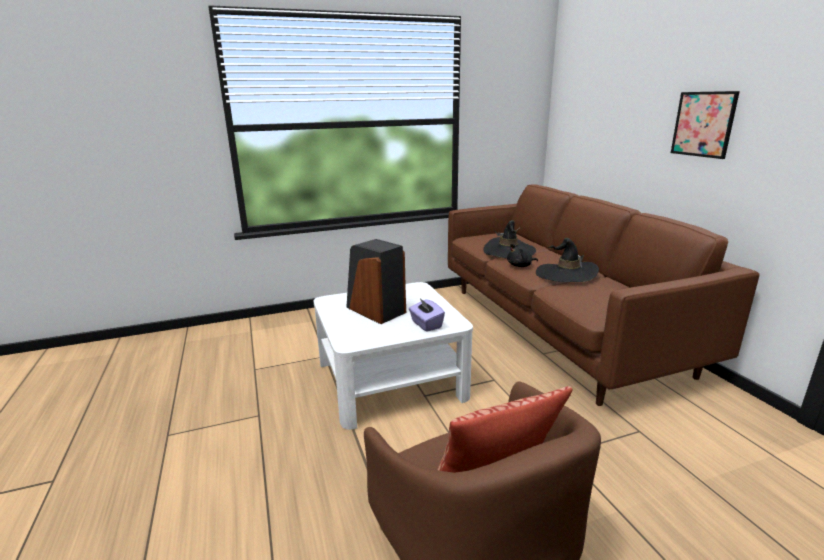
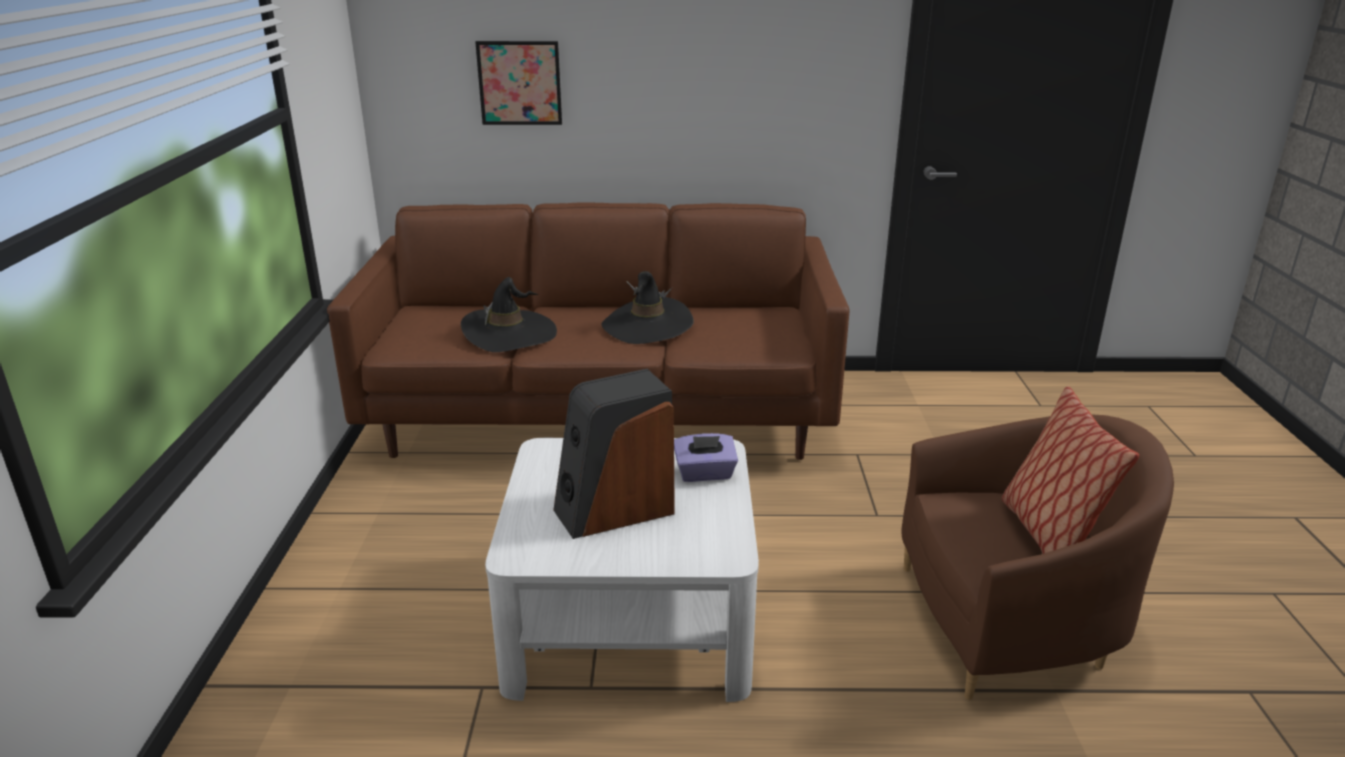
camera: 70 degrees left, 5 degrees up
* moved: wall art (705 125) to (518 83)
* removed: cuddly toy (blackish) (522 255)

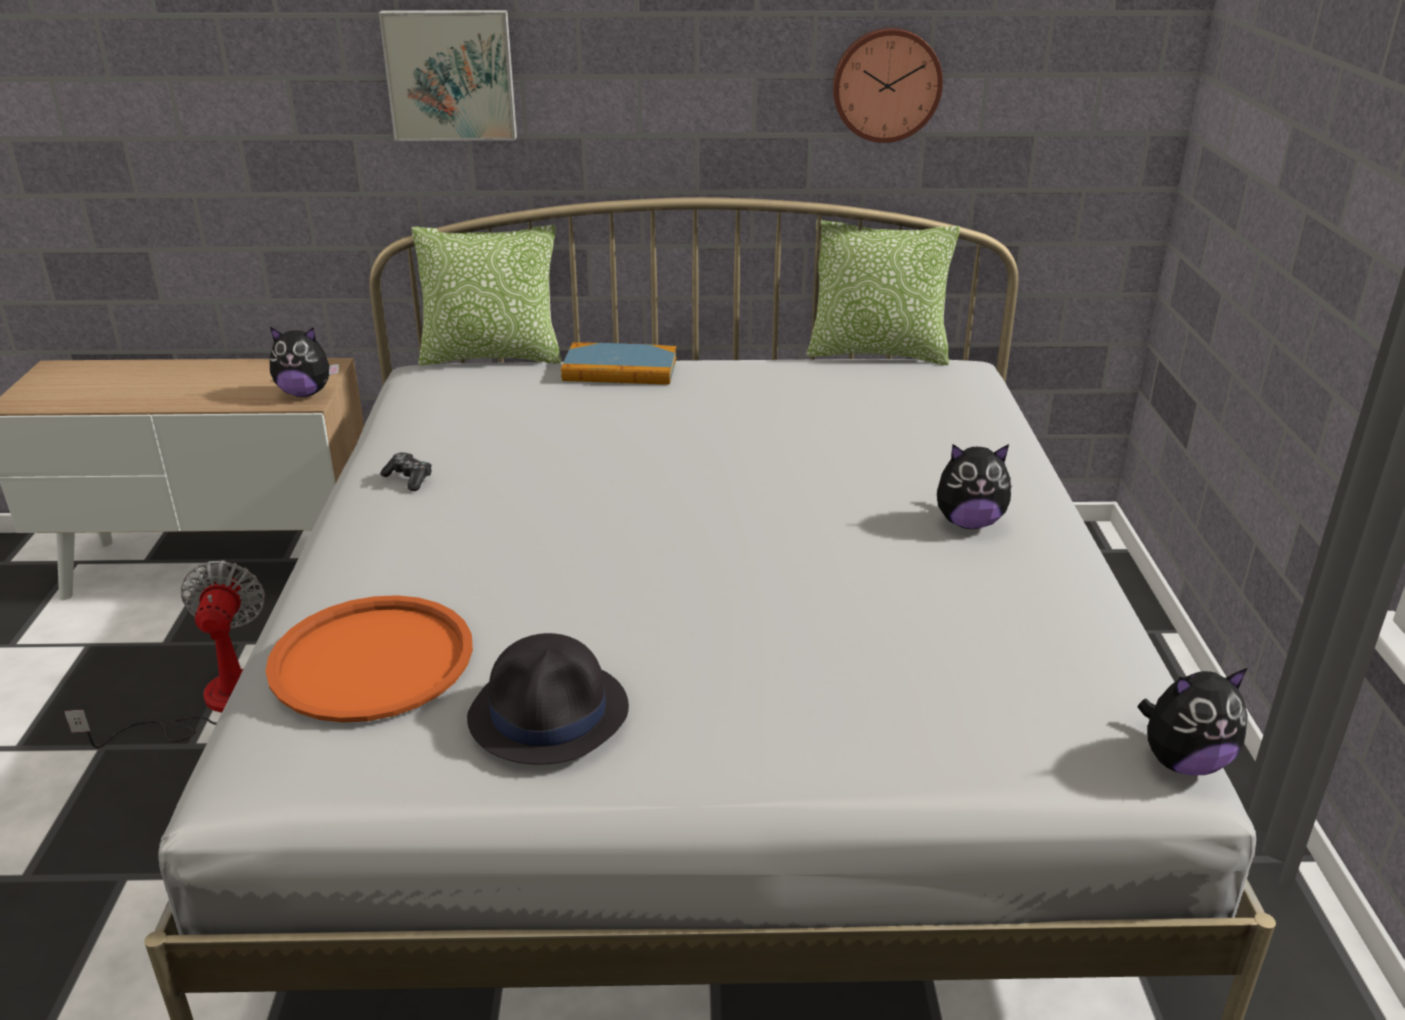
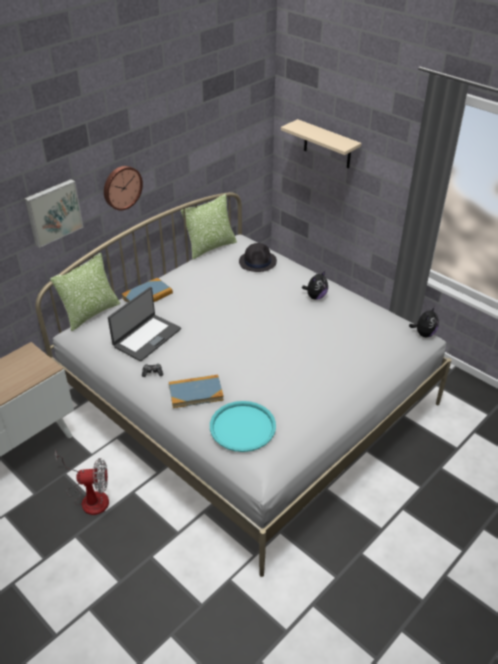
camera: 45 degrees left, 10 degrees up
* moved: clock on the wall (887 85) to (123 188)
* removed: cuddly toy (304 362)
* turned: electric fan (164 654) = (82 482) 135 degrees clockwise
* recoloured: tray (orangey) (369 659) to tray (blue-green) (243 426)
* moved: hat (blackish) (548 698) to (258 257)
* added: wall shelf (beige-coloured) (321 144)
* added: portable computer (144 324)
* added: bound book (196 391)

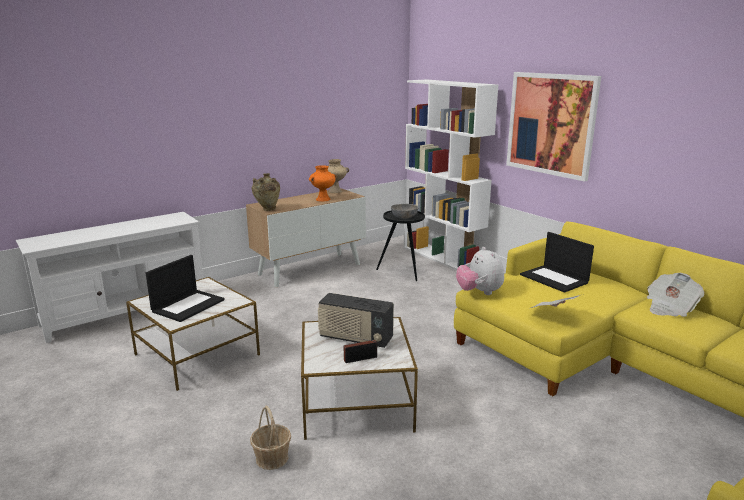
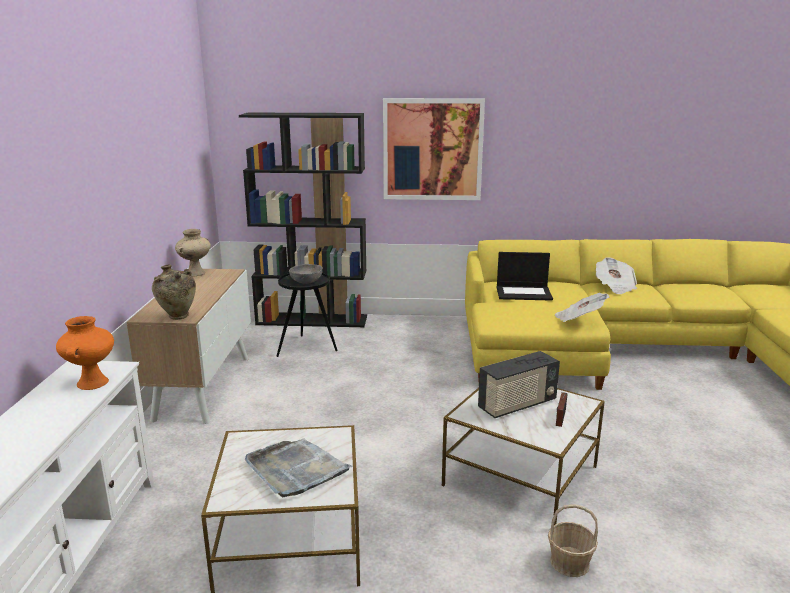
camera: 50 degrees left, 0 degrees up
* recoloured: bookshelf (white-coloured) (451 174) to bookshelf (blackish) (303 220)
* moved: decorative vase (orangey) (322 183) to (85 353)
* removed: cuddly toy (480 271)
* replaced: portable computer (185 288) to tray (grey) (299 467)

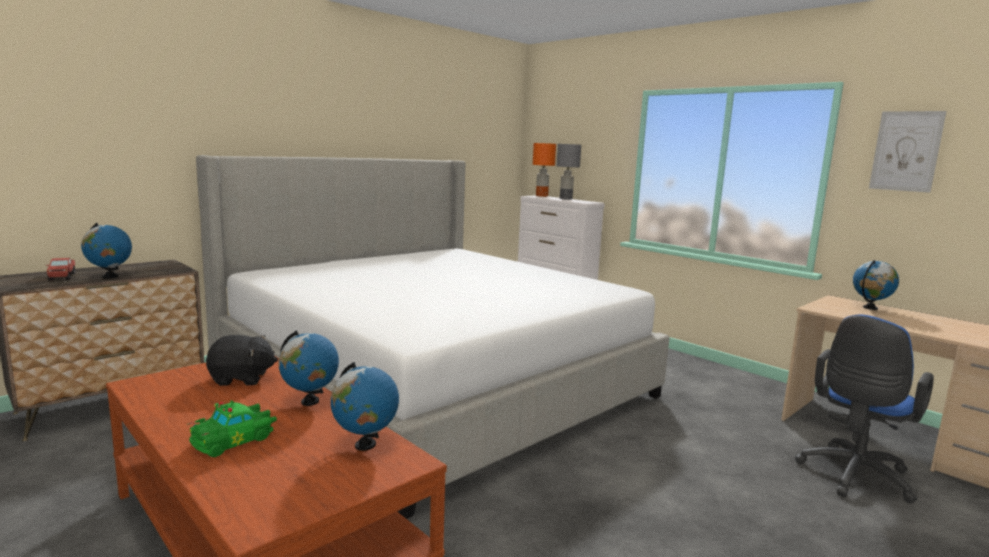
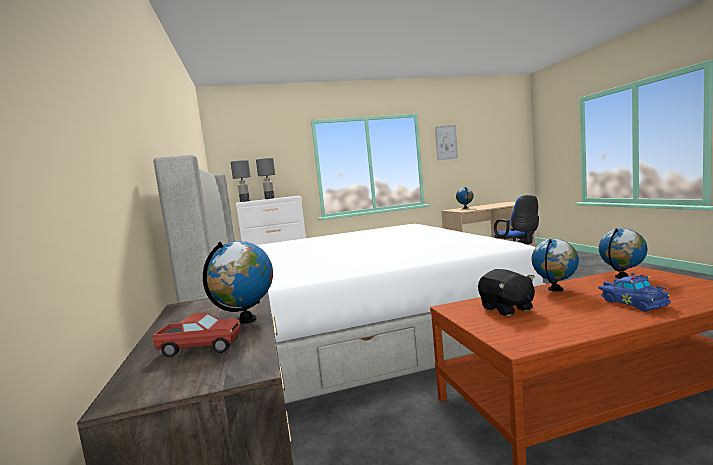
camera: 60 degrees left, 5 degrees down
* recoloured: lamp for a table (orangey) (544 170) to lamp for a table (grey) (241 181)
* turned: cuddly toy (blackish) (242 360) = (506 292) 135 degrees clockwise
* recoloured: toy car (green) (232 428) to toy car (bluish) (634 292)

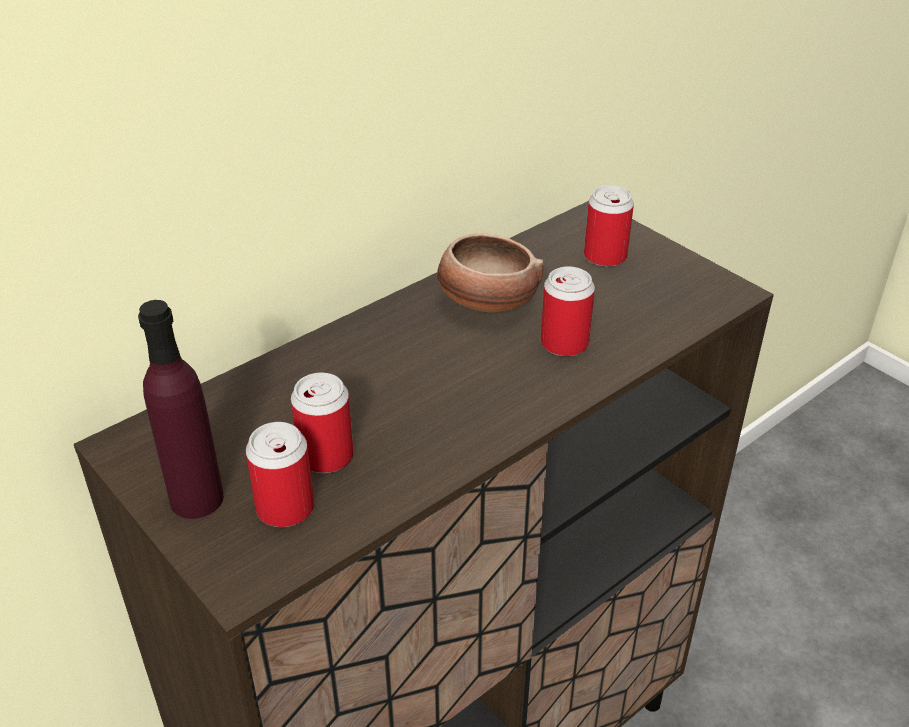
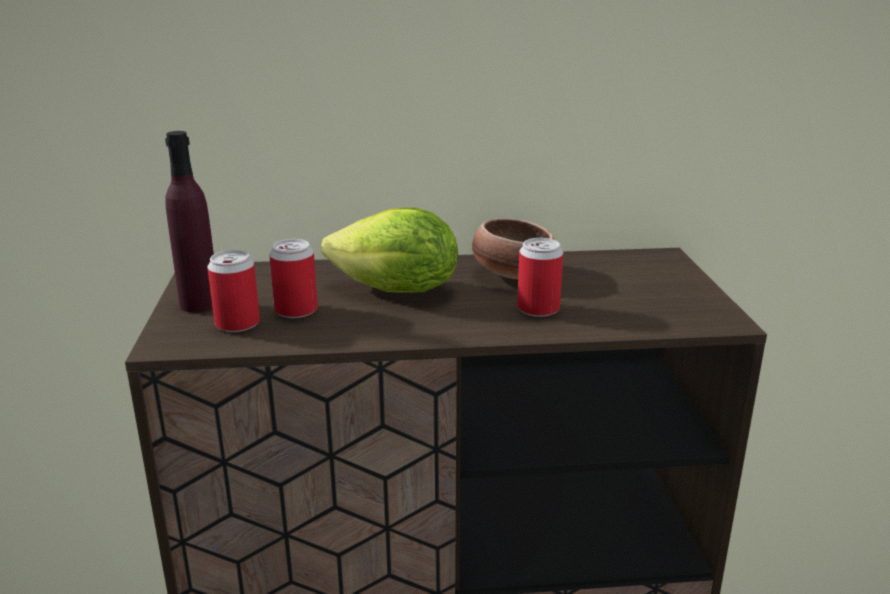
camera: 35 degrees right, 15 degrees down
* removed: sealed can (609 226)
* added: head of lettuce (389 250)

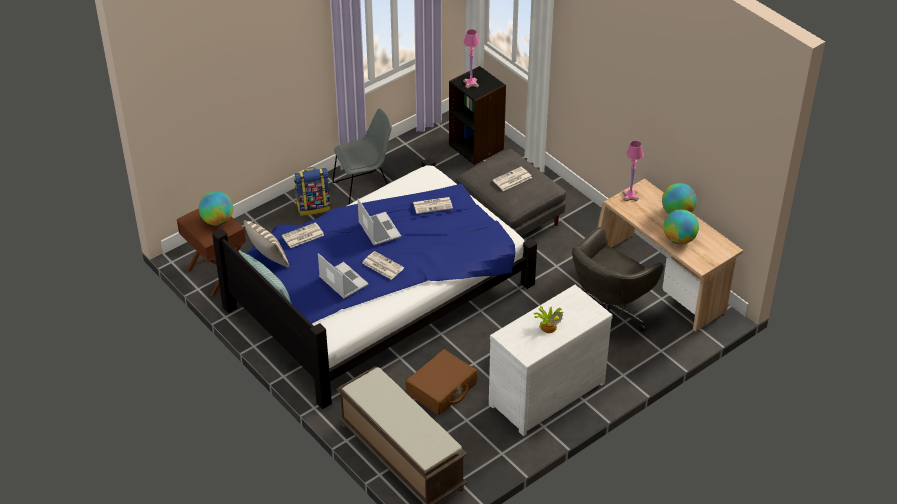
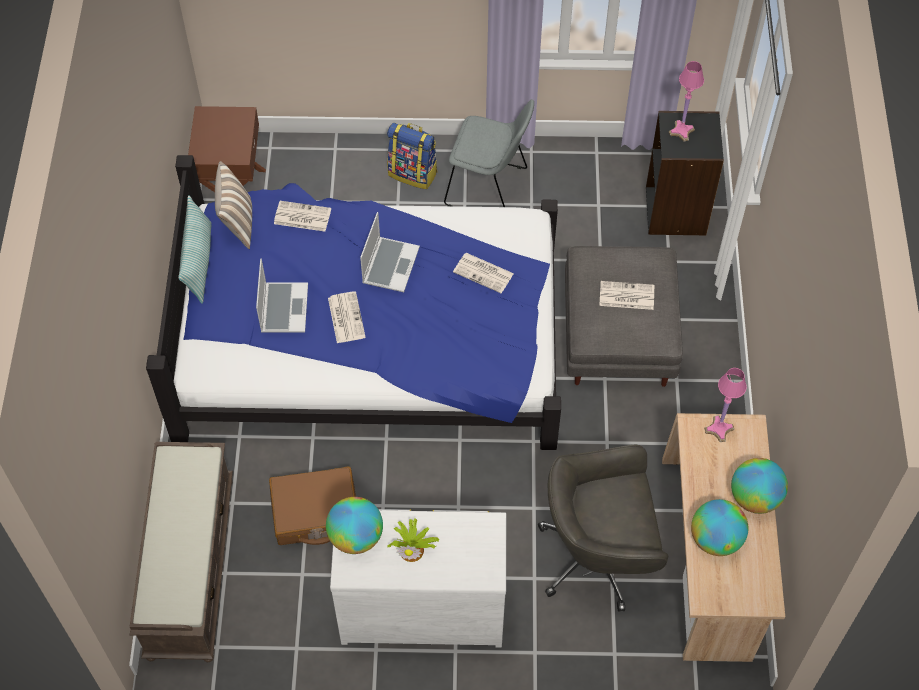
camera: 40 degrees right, 15 degrees up
* moved: world globe (216 208) to (354 525)

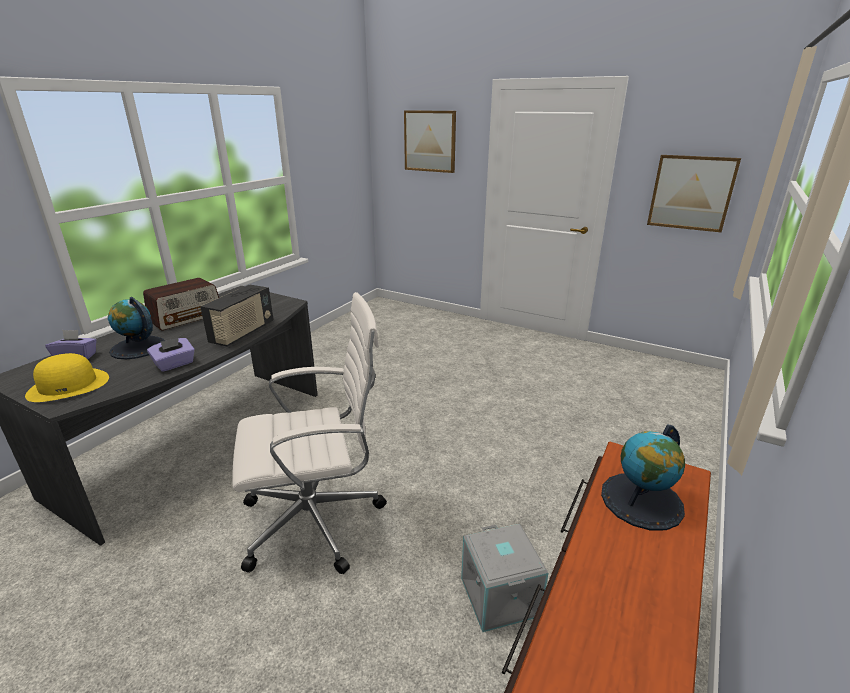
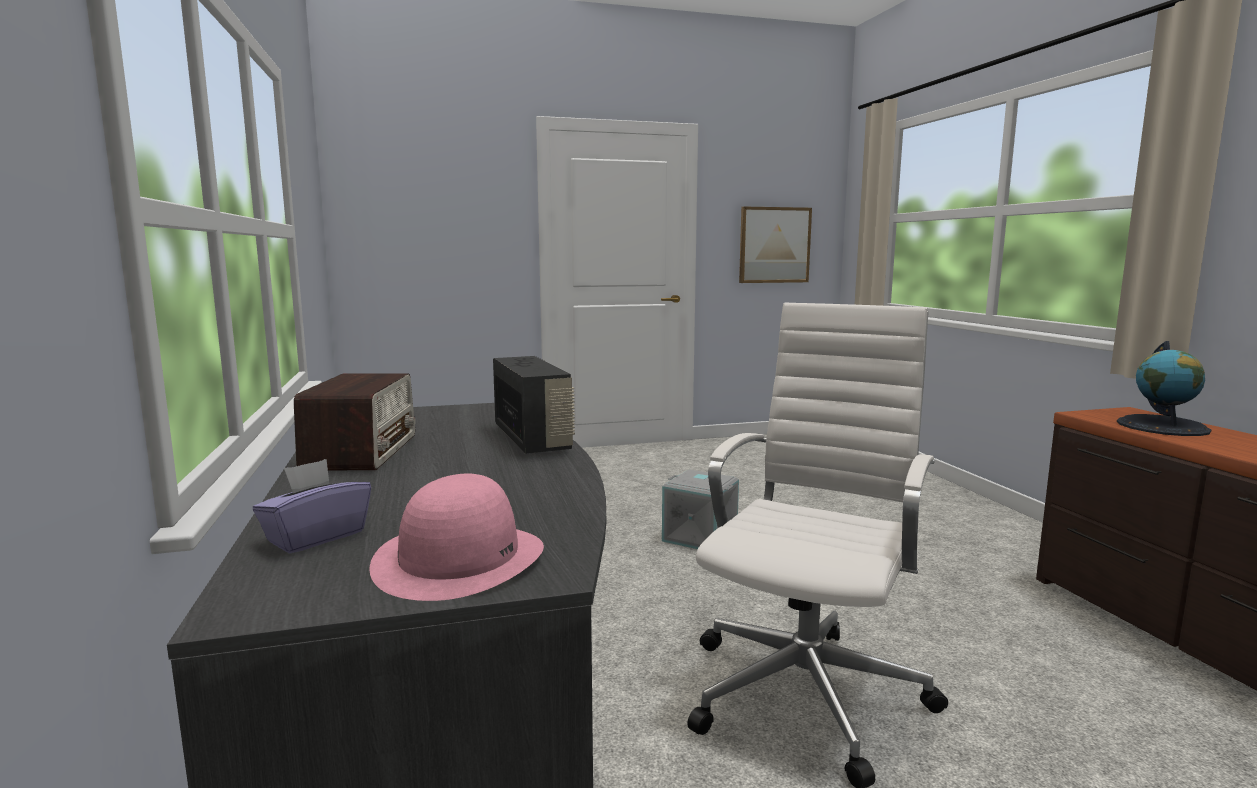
camera: 45 degrees left, 15 degrees down
* removed: wall art (430 141)
* removed: world globe (136 328)
* removed: box of tissues (purple) (171 355)
* recoloured: hat (yellow) (67 377) to hat (pinkish) (456 537)
* moved: storage container (grey) (504 578) to (700 509)

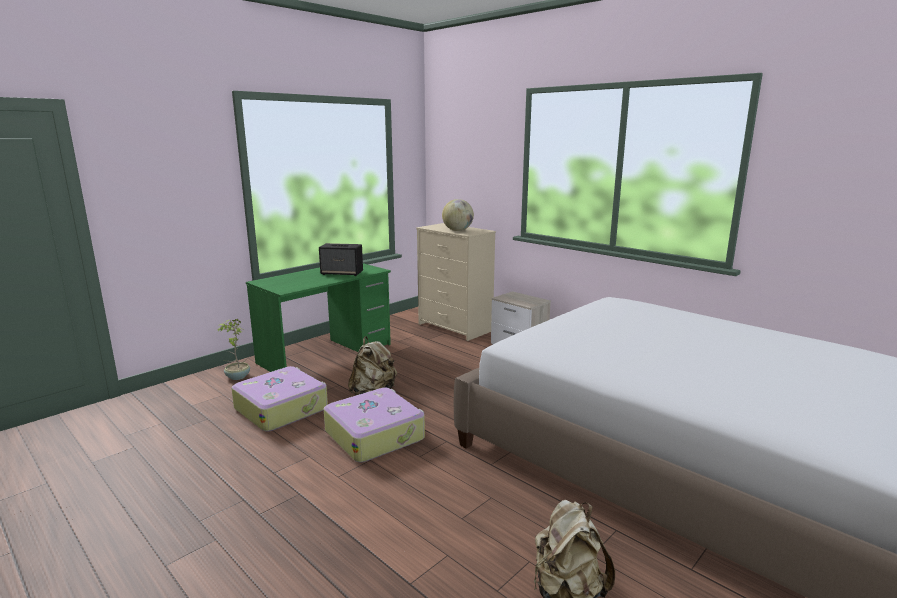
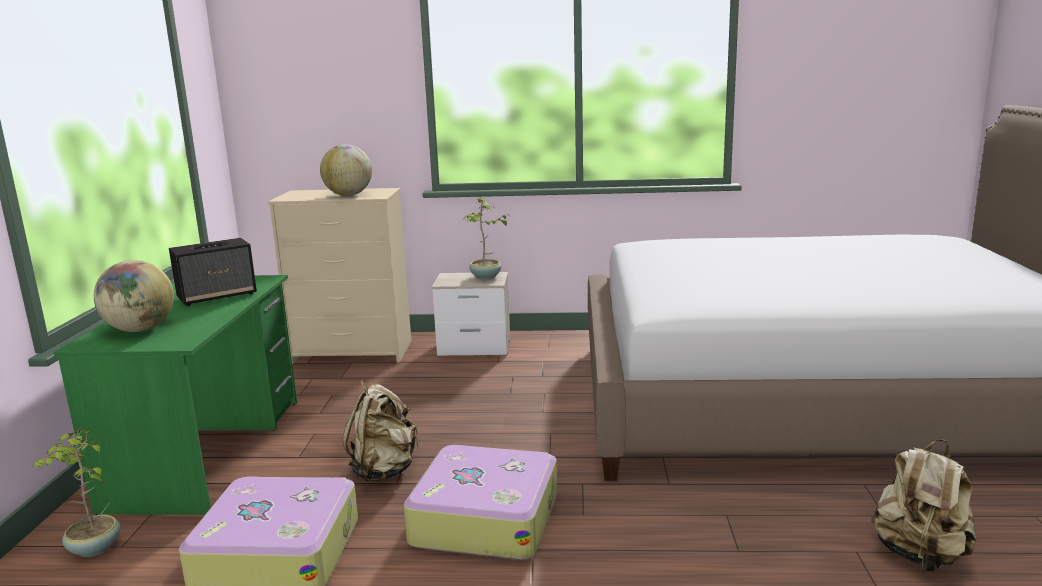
camera: 40 degrees left, 0 degrees up
* added: potted plant (486 238)
* added: world globe (134 296)

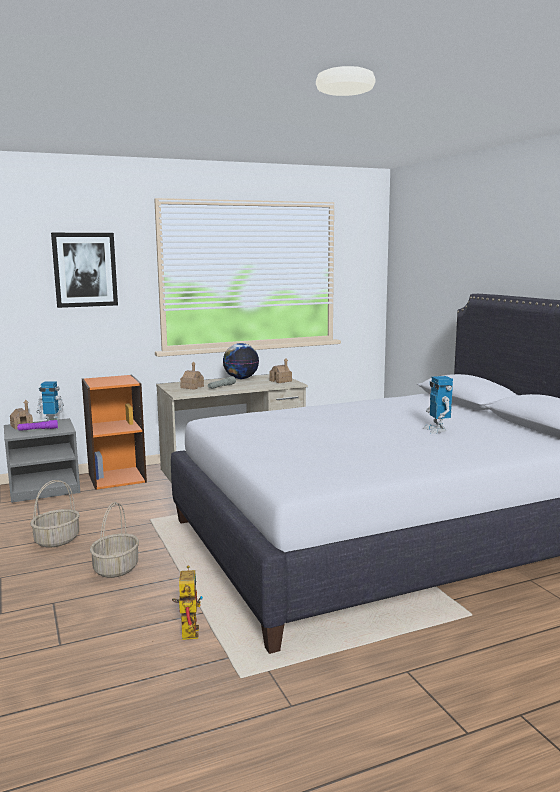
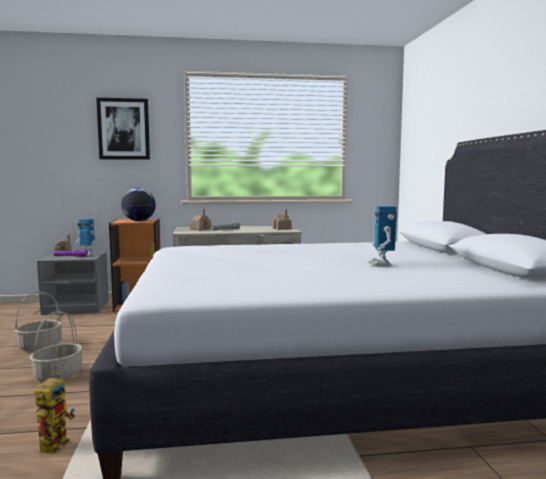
camera: 15 degrees right, 5 degrees down
* moved: world globe (241 361) to (138 204)

